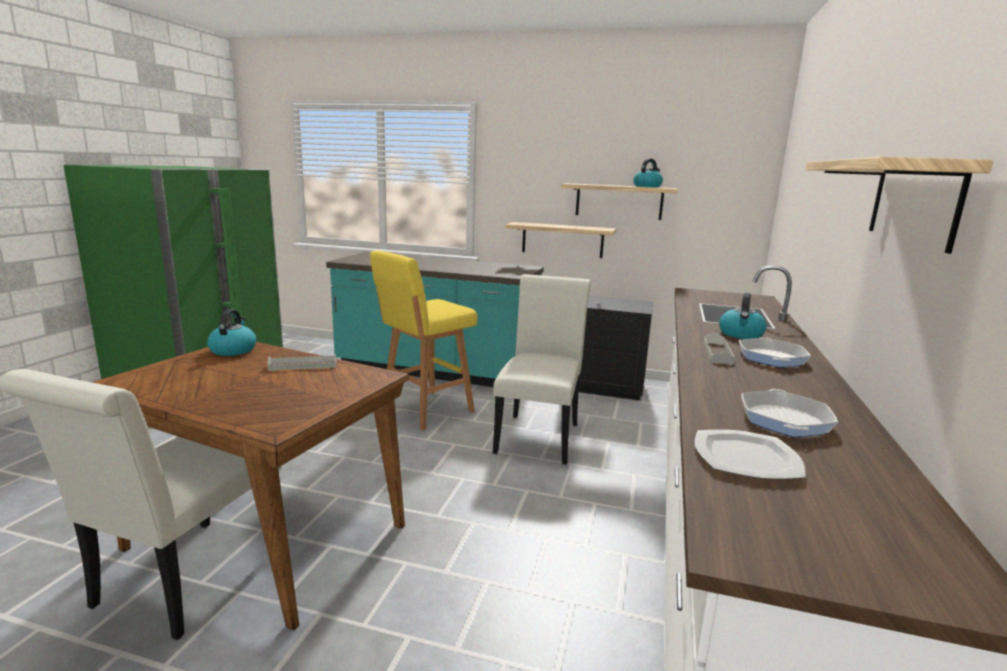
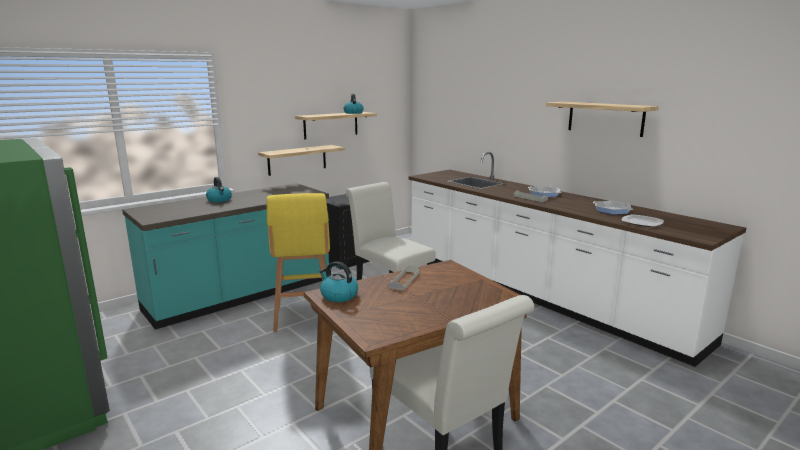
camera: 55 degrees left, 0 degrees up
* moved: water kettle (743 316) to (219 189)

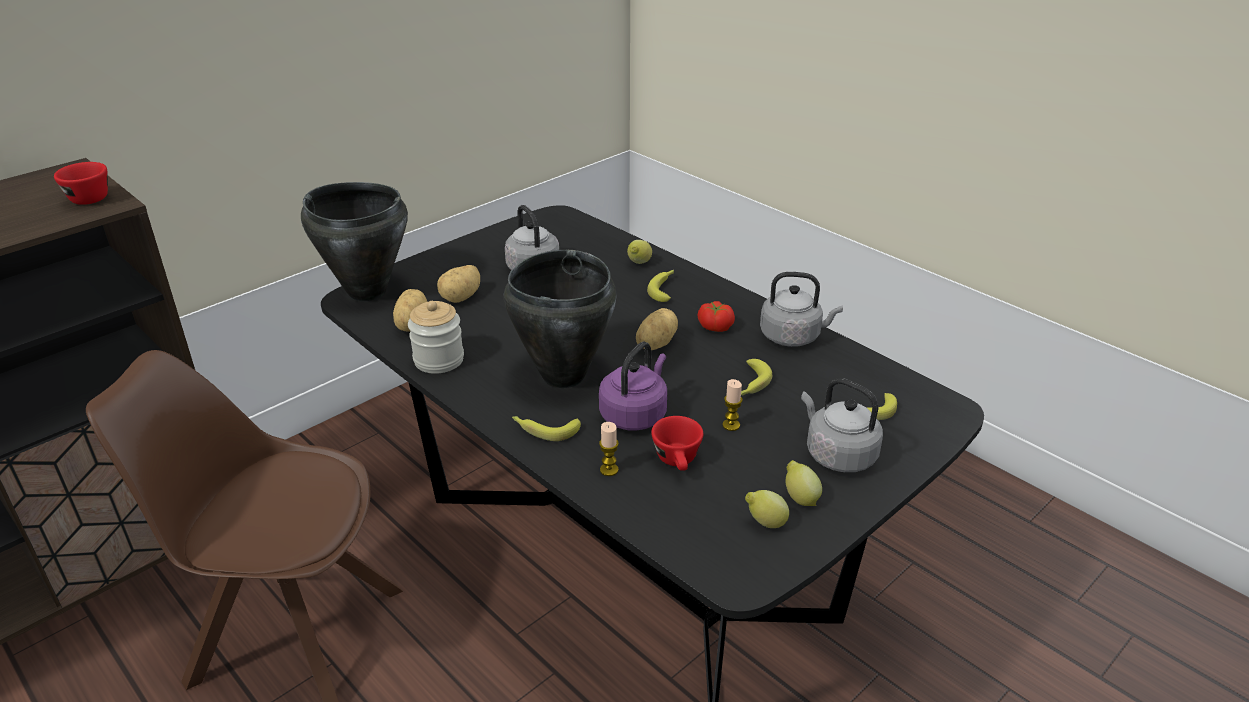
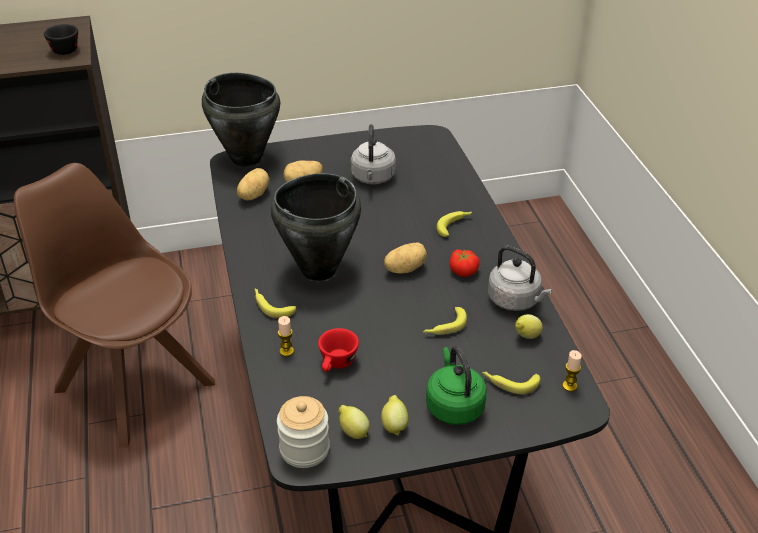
camera: 30 degrees right, 5 degrees up
* recoloured: drinking cup (red) (81 183) to drinking cup (blackish) (61 39)
* moved: citrus fruit (639 252) to (529 326)
* moved: jar (436 337) to (303 432)
* removed: water kettle (purple) (633 386)
* recoloured: water kettle (grey) (842 425) to water kettle (green) (456 385)
* moved: candle (732 405) to (572 371)

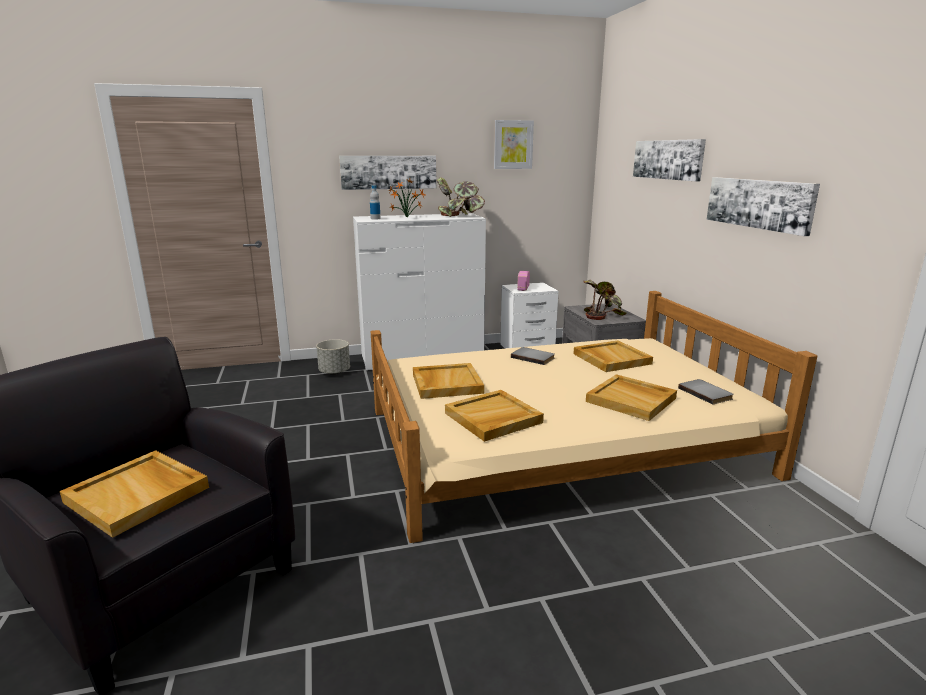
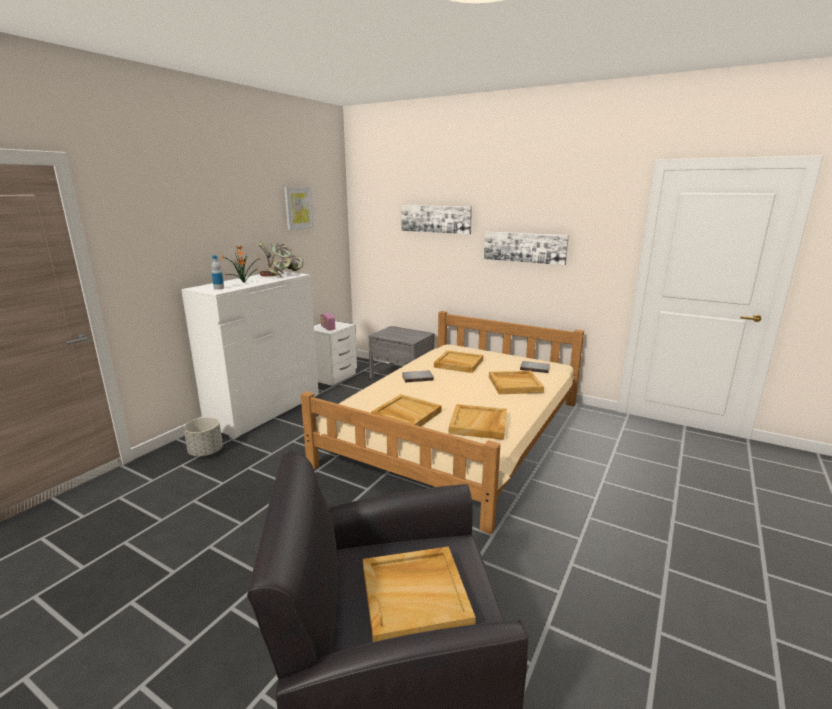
camera: 45 degrees left, 0 degrees up
* removed: wall art (387 173)
* removed: potted plant (604 300)

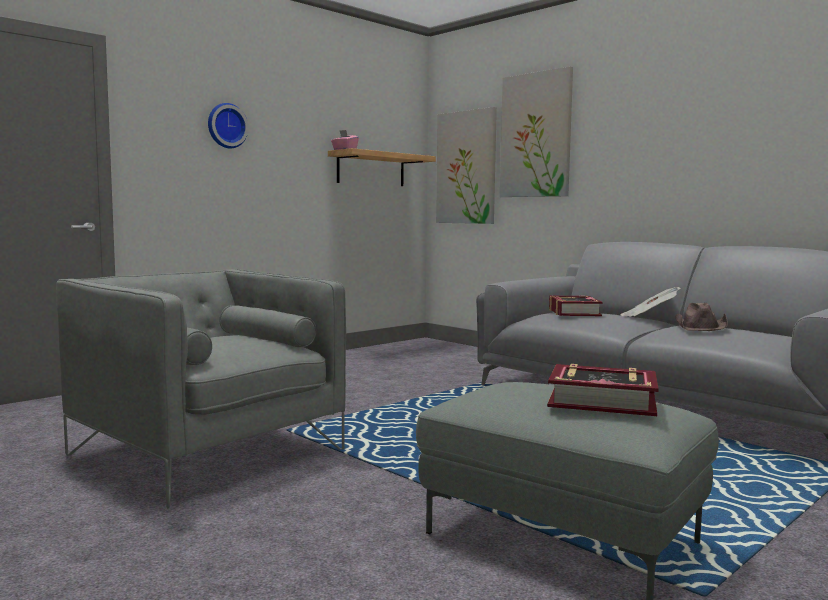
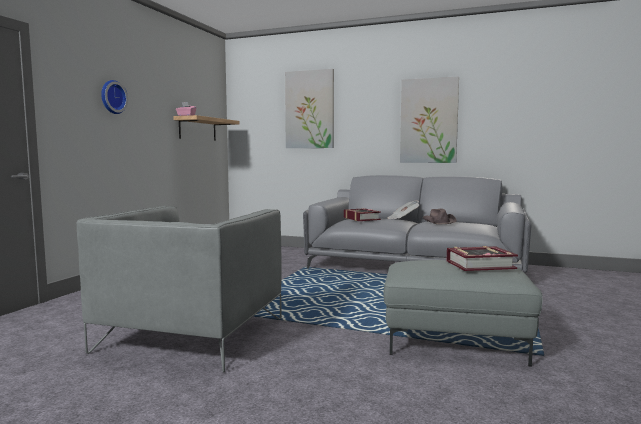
camera: 25 degrees left, 0 degrees up
* moved: wall art (466 165) to (429 119)
* turned: armchair (grey) (201 389) = (179 289) 90 degrees counterclockwise

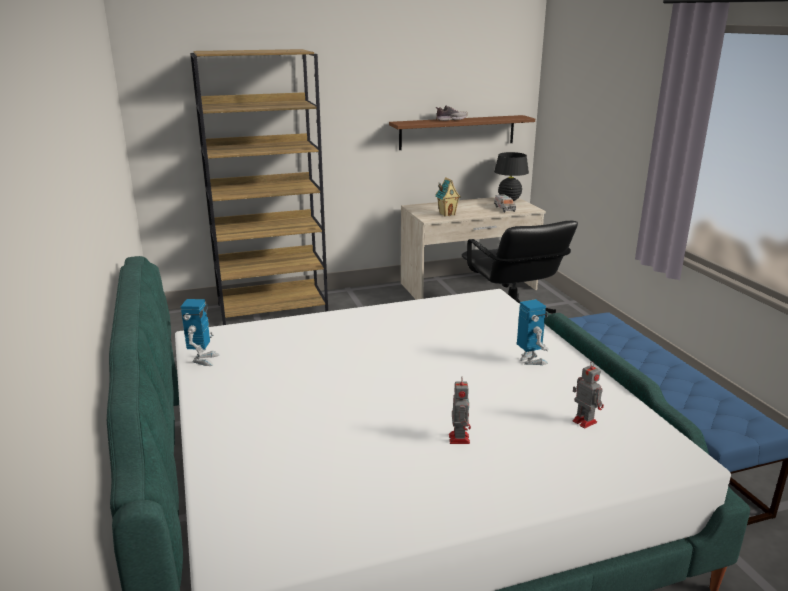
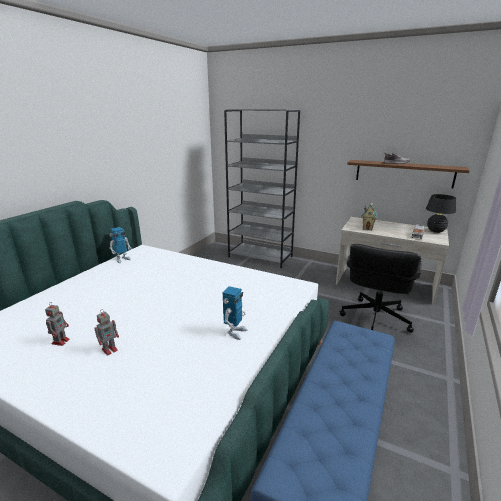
camera: 45 degrees right, 0 degrees up
* recoloured: bookshelf (brown) (259 187) to bookshelf (grey) (262 188)
* moved: robot figure (588 394) to (57 324)

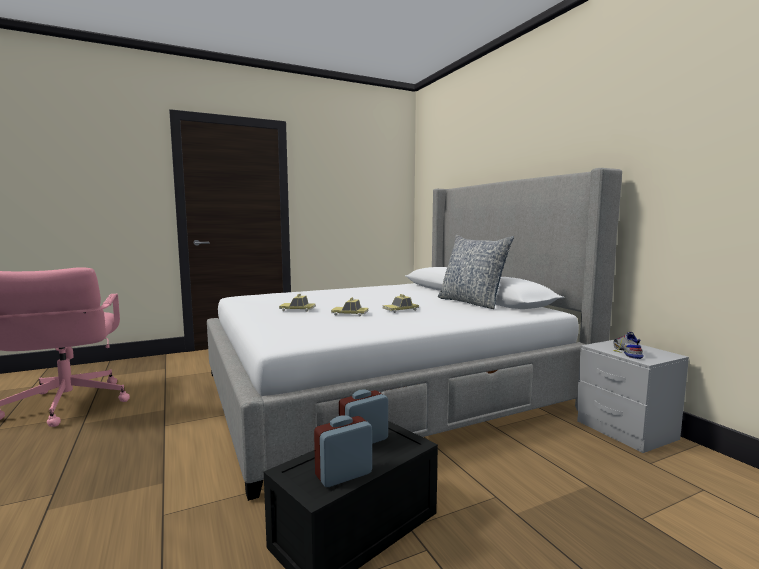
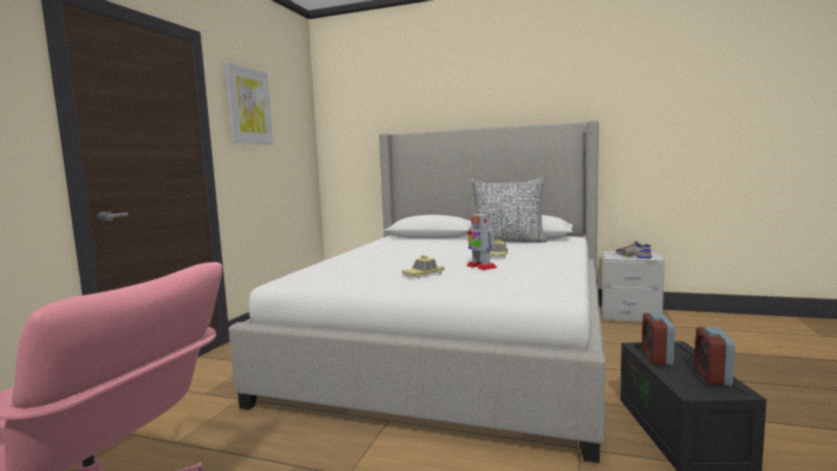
camera: 45 degrees left, 0 degrees up
* replaced: toy car (350 307) to robot figure (482 241)
* added: wall art (249 103)

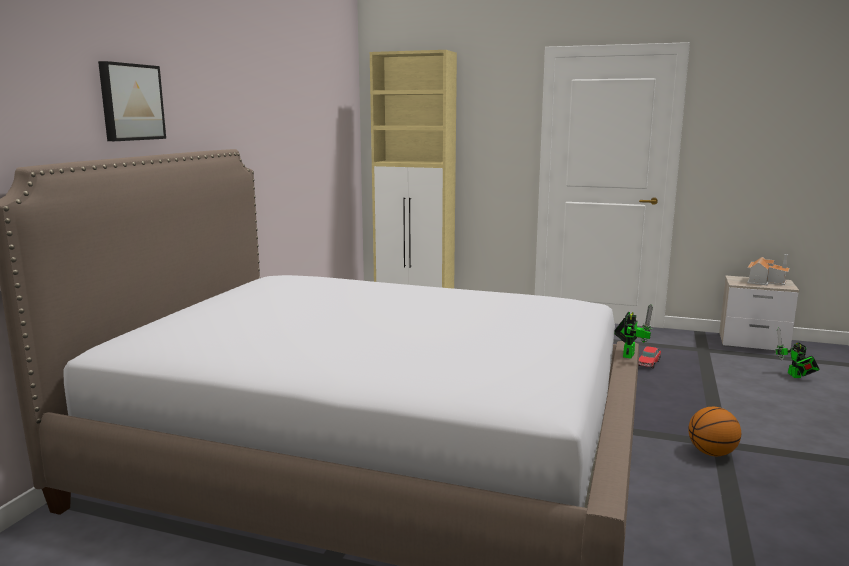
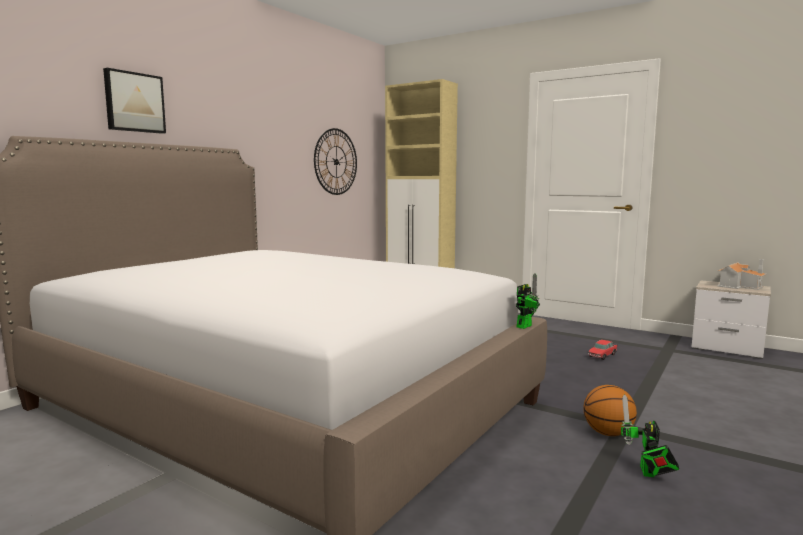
camera: 15 degrees right, 5 degrees down
* moved: robot figure (798 352) to (650 435)
* added: clock on the wall (335 161)

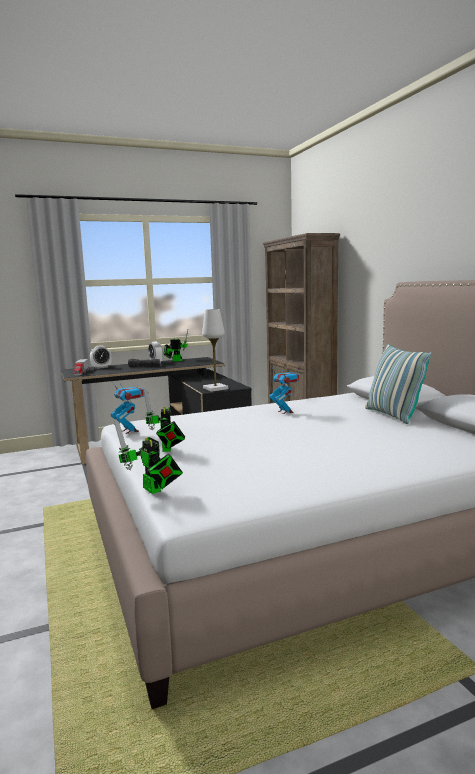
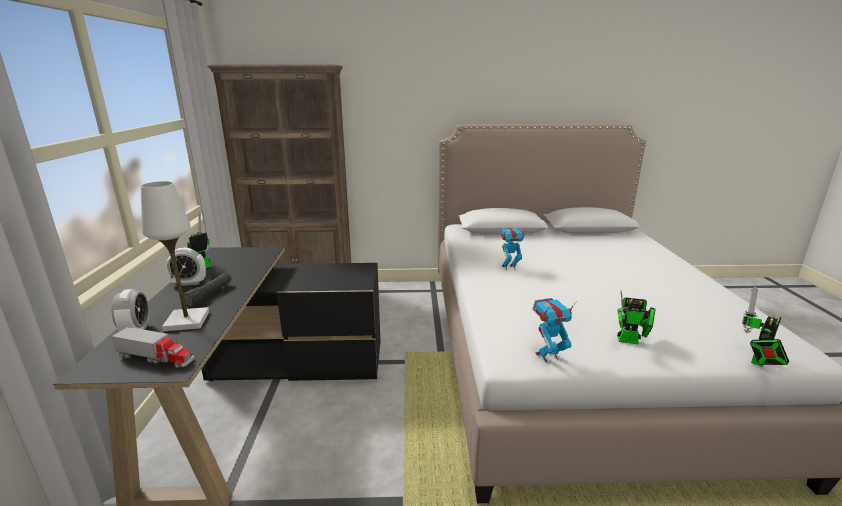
camera: 70 degrees left, 10 degrees up
* moved: lamp for a table (white-coloured) (215 350) to (175 256)
* removed: pillow (398 384)
* turned: robot figure (148 456) = (765 326) 150 degrees clockwise

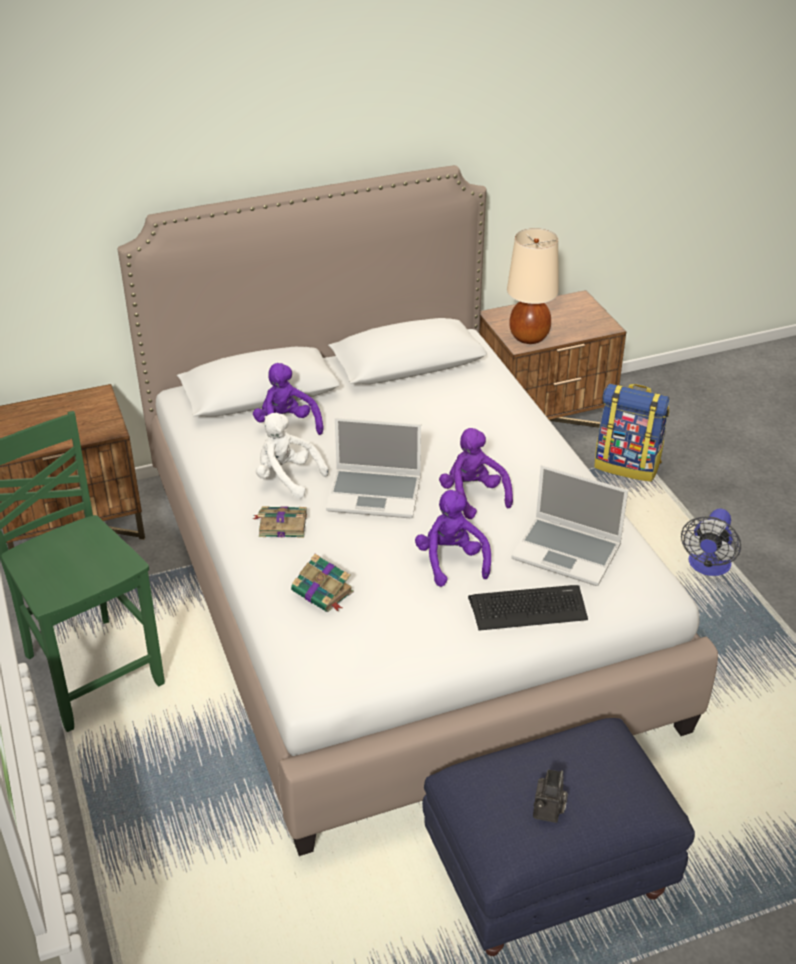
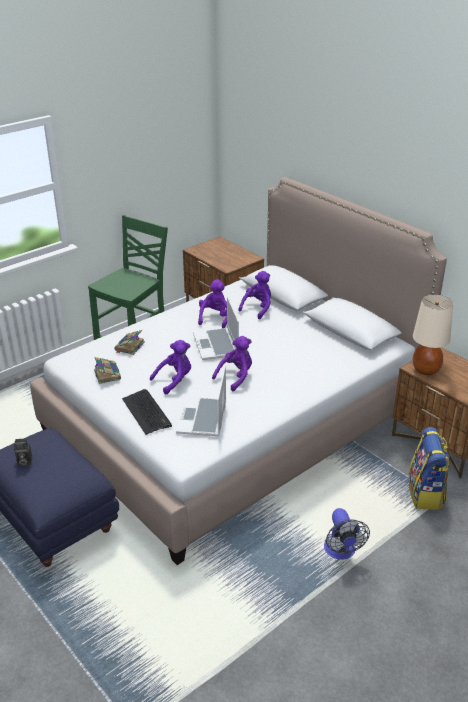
camera: 70 degrees right, 5 degrees down
* recoloured: cuddly toy (white-coloured) (292 455) to cuddly toy (purple) (212 303)
* moved: bound book (280 522) to (107 370)
* turned: electric fan (711 542) = (347 534) 105 degrees counterclockwise

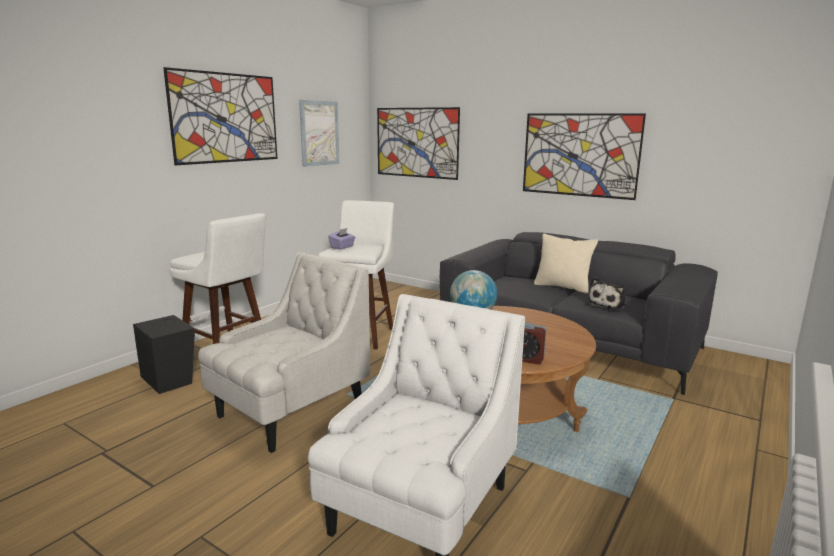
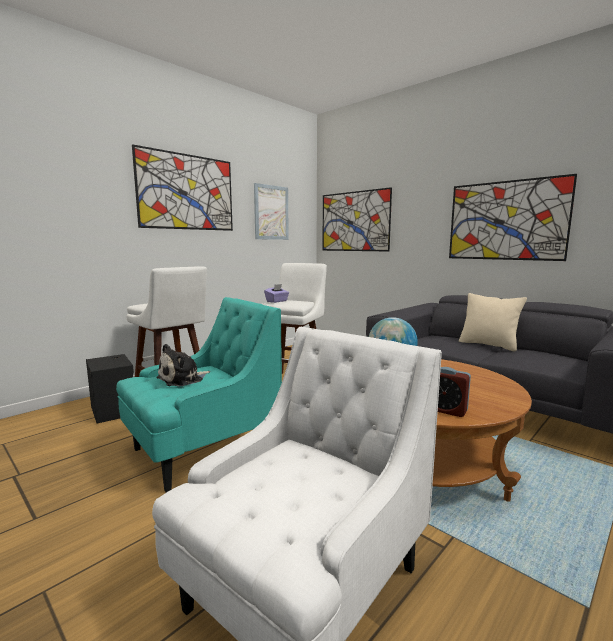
camera: 10 degrees right, 5 degrees down
* recoloured: armchair (white-coloured) (284 352) to armchair (blue-green) (199 394)
* moved: cuddly toy (606 293) to (183 365)

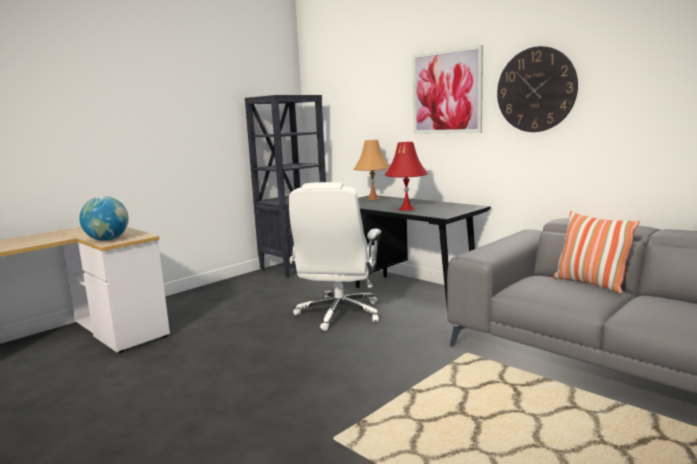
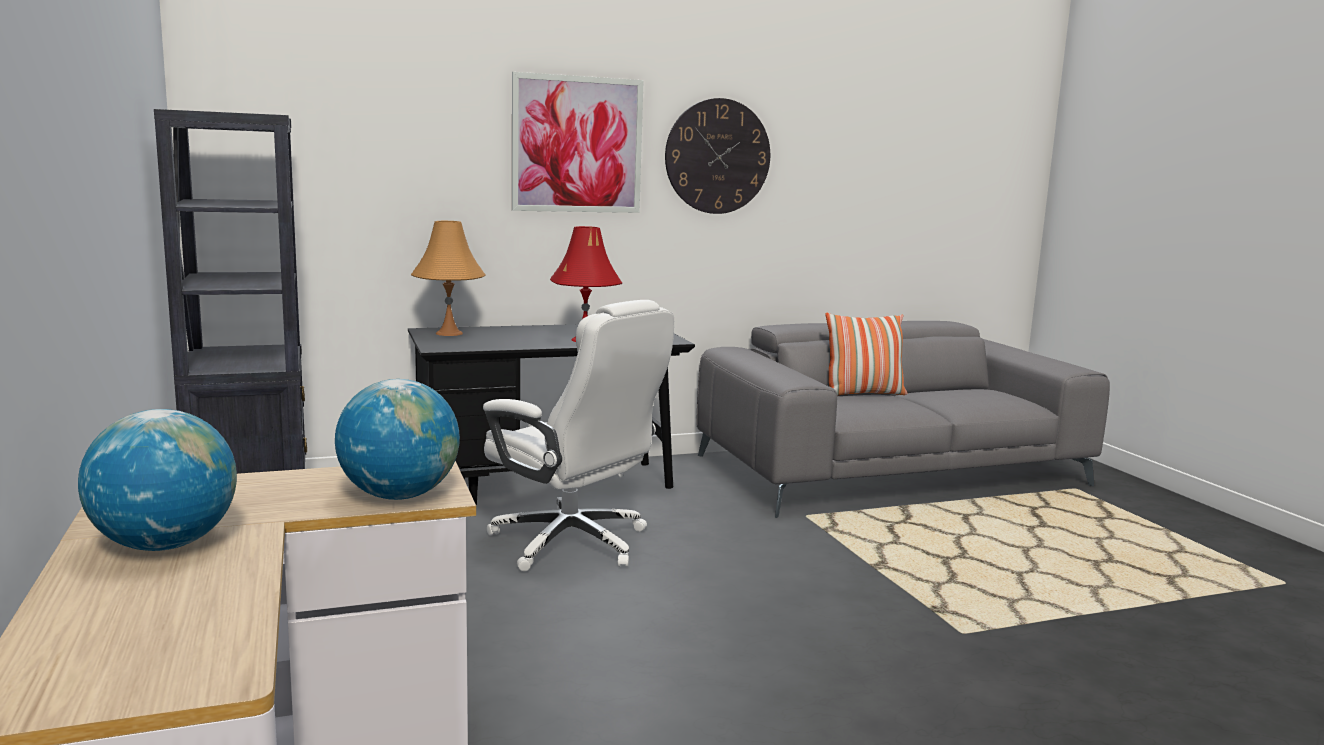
camera: 65 degrees left, 0 degrees up
* added: world globe (157 480)

